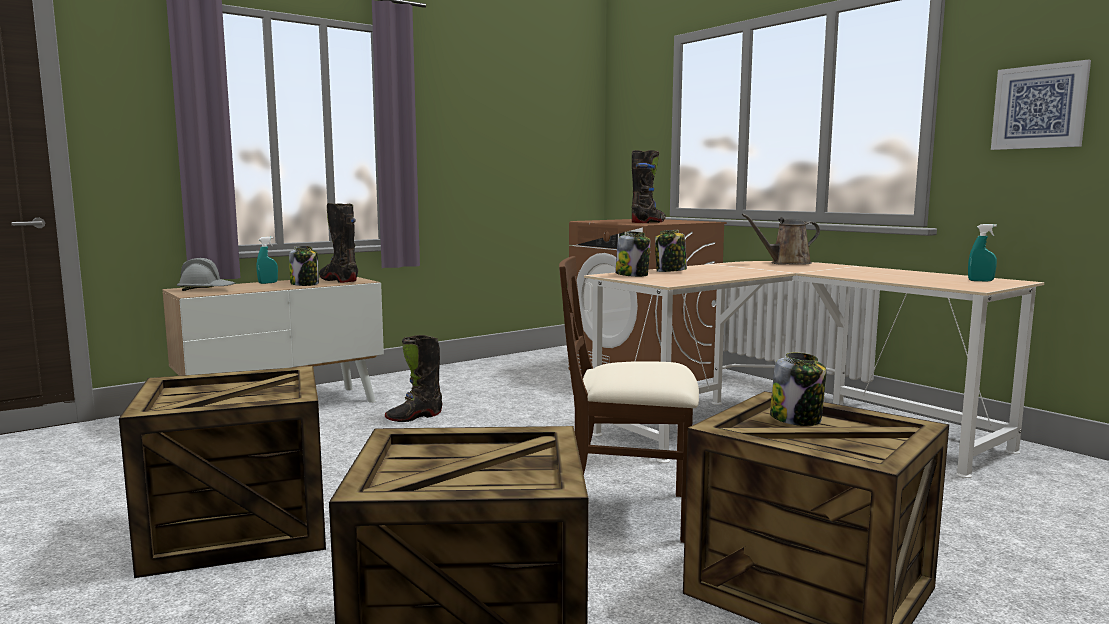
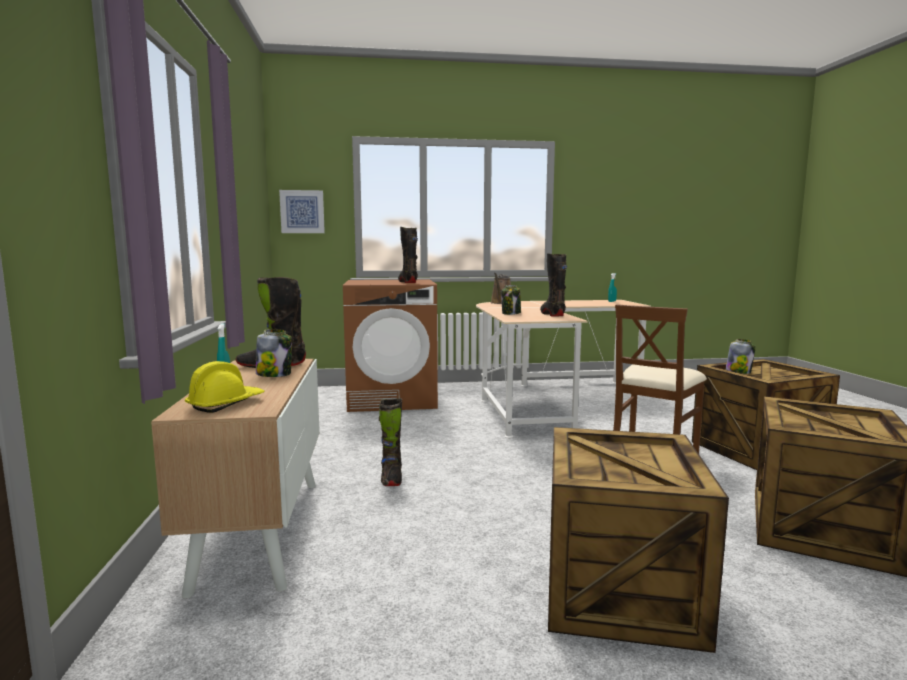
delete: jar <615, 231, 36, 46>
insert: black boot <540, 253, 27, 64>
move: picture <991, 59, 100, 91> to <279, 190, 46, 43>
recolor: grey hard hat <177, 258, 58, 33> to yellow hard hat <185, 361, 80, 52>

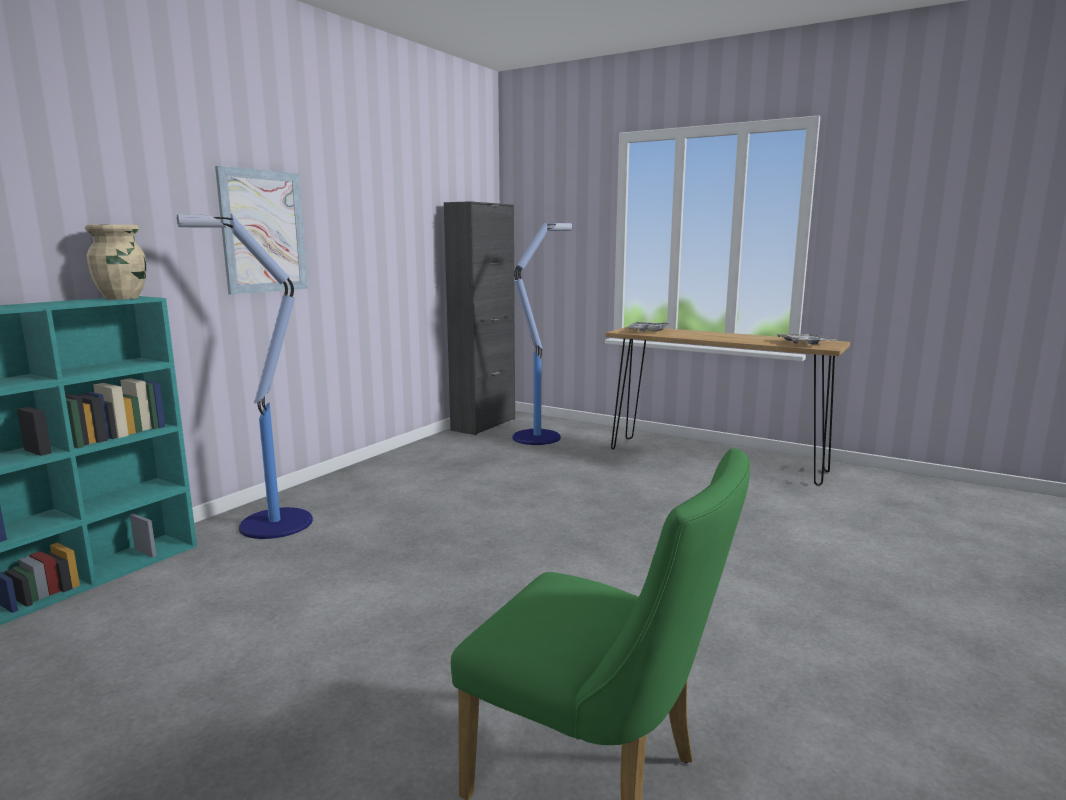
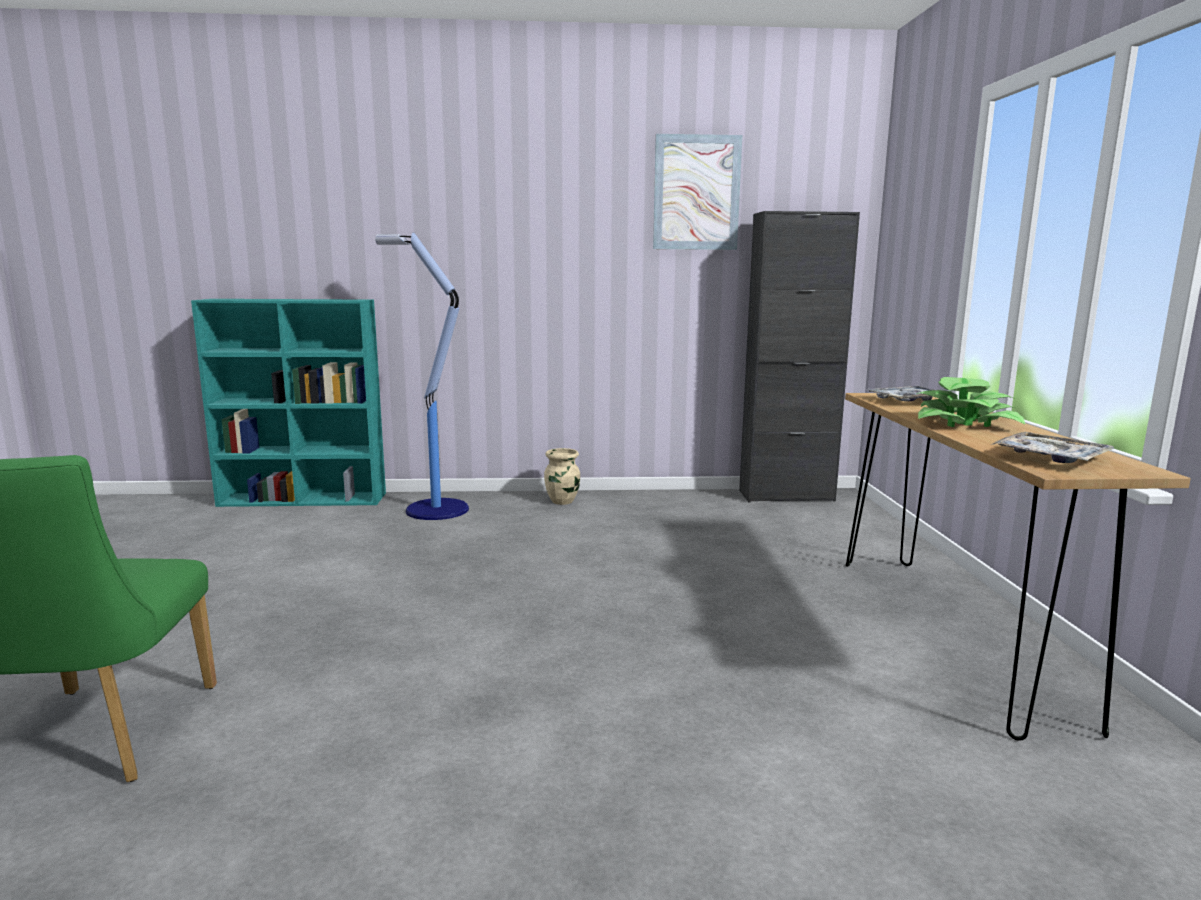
delete: floor lamp <512, 222, 60, 223>
insert: potted plant <916, 377, 109, 50>
move: beige vase <85, 224, 61, 76> to <544, 448, 36, 57>; picture <215, 166, 93, 129> to <653, 134, 89, 116>

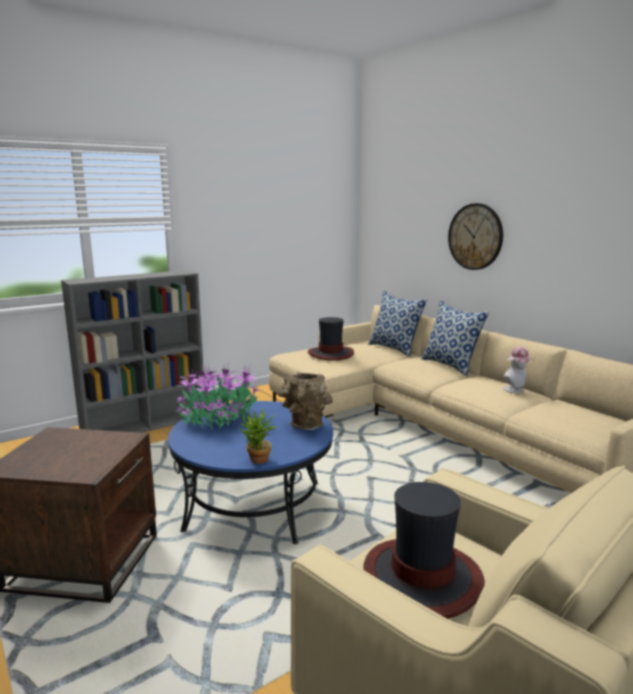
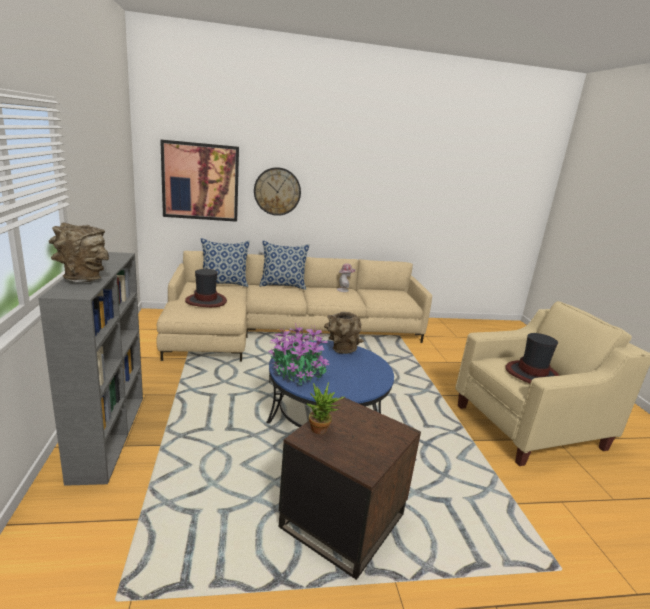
insert: brown vase <49, 222, 60, 60>; picture <160, 140, 79, 82>
move: potted plant <240, 409, 37, 55> to <307, 382, 37, 52>

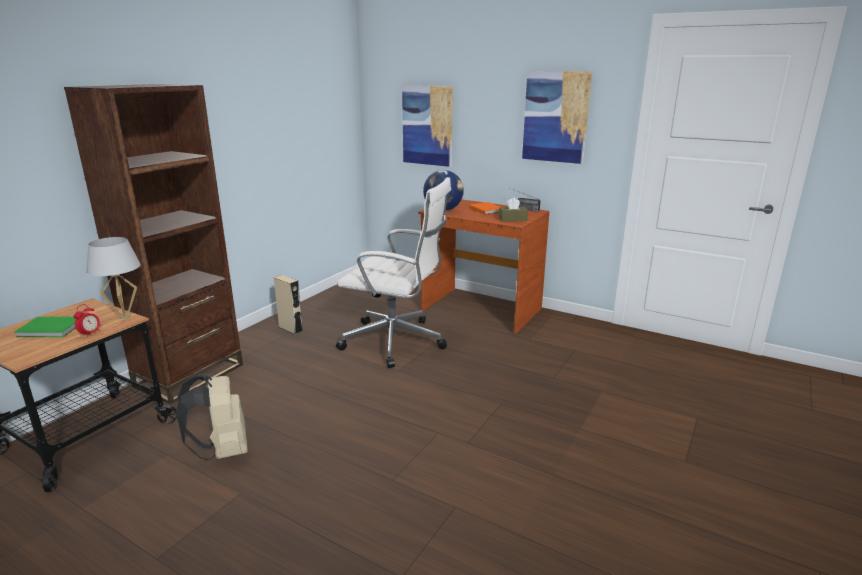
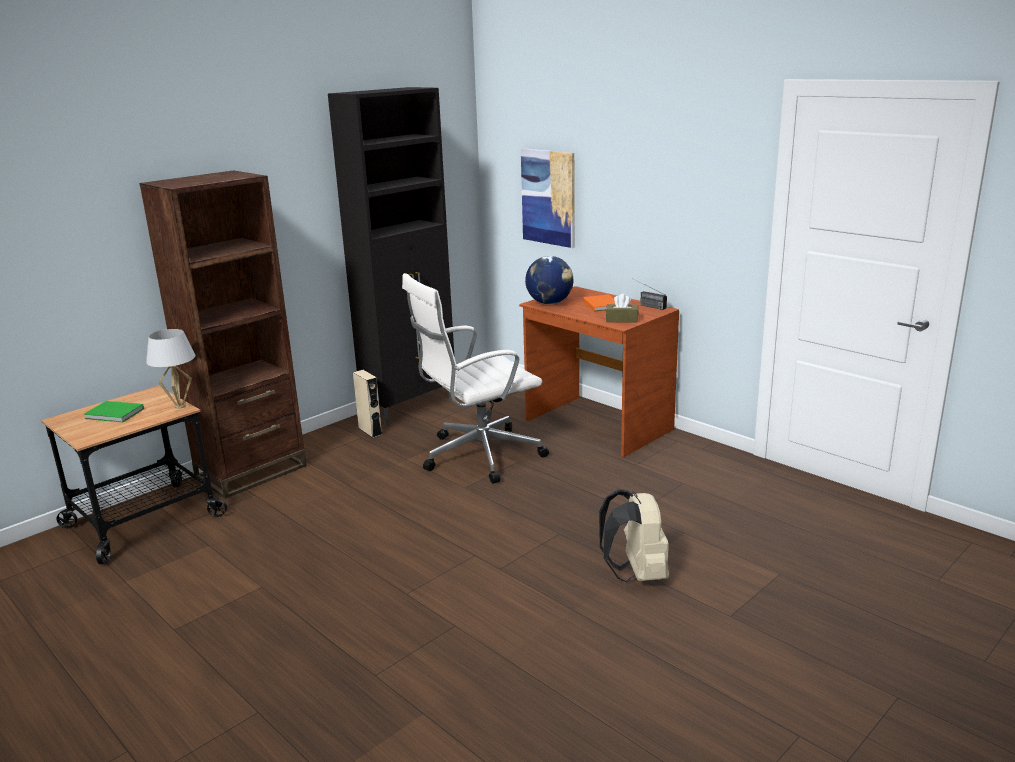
delete: alarm clock <73, 304, 28, 34>; picture <522, 71, 70, 93>
insert: black cabinet <328, 87, 126, 339>
move: beige backpack <176, 375, 72, 86> to <599, 489, 70, 93>
rotate: white office chair <336, 177, 115, 191> = <402, 273, 147, 211> 120 degrees clockwise

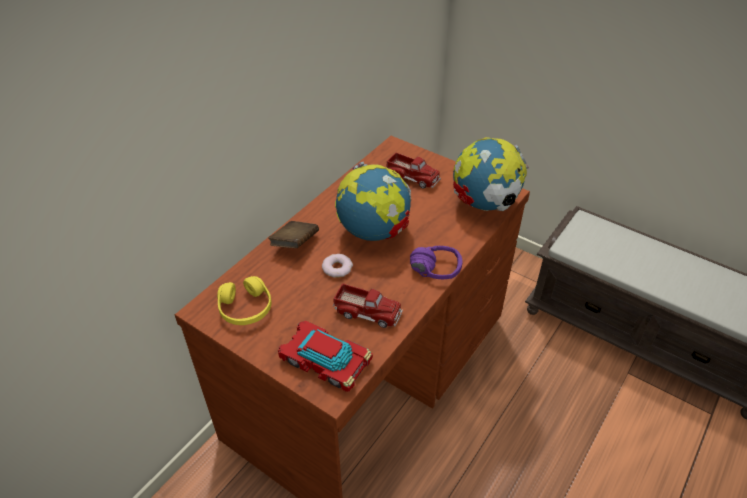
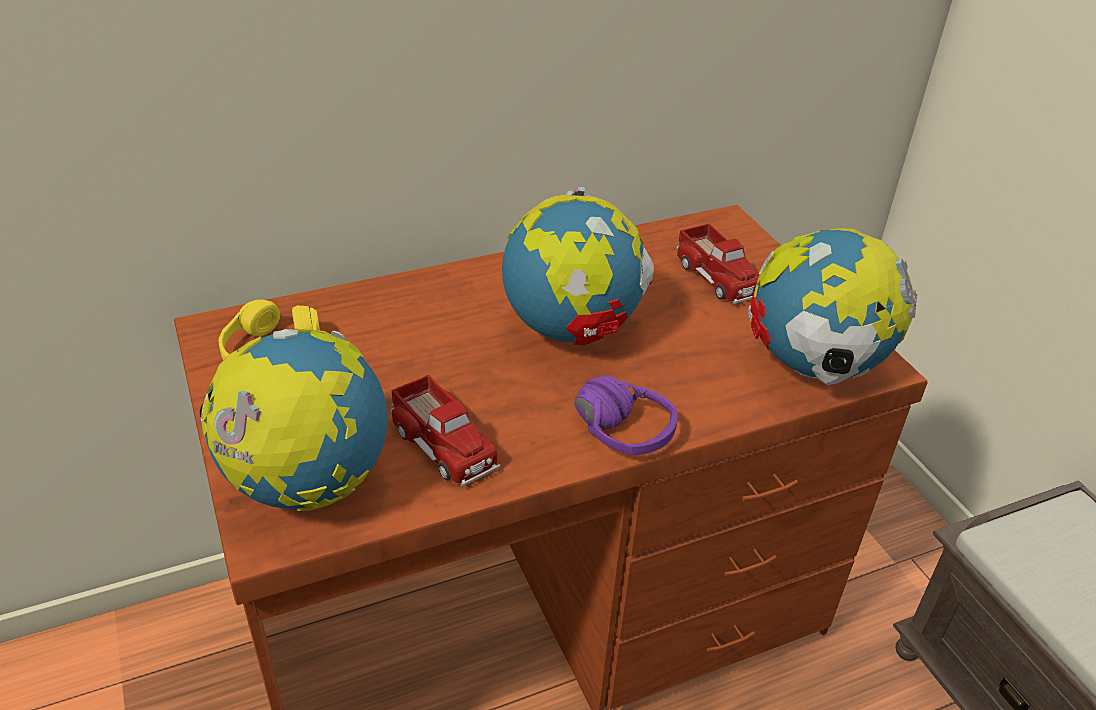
delete: brown book <269, 221, 50, 27>; donut <322, 254, 31, 24>
replace: toy car <278, 321, 95, 71> to globe <200, 329, 187, 182>

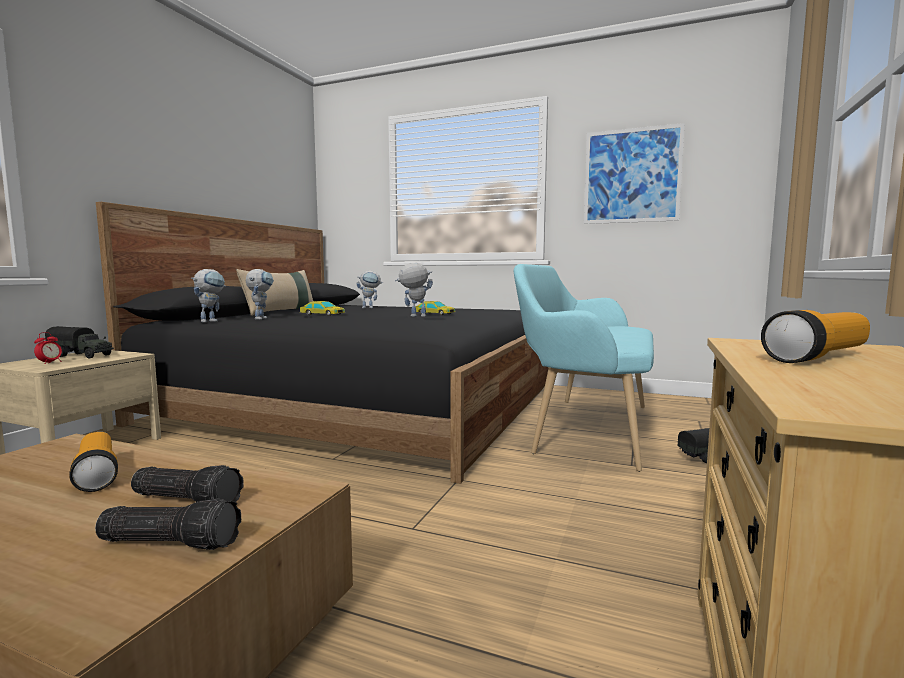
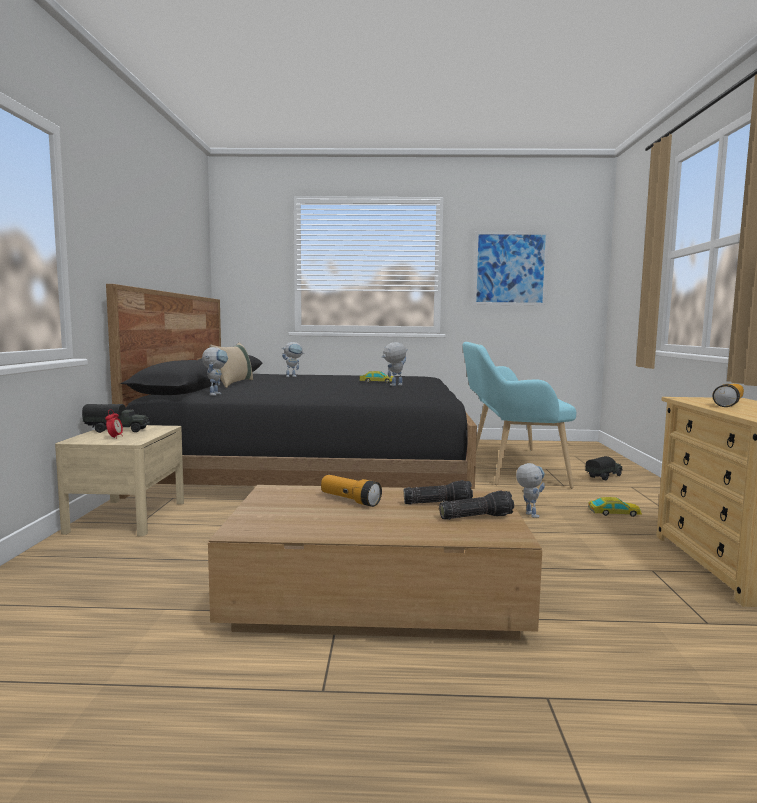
move: toy robot <246, 269, 28, 51> to <516, 463, 29, 55>; toy car <300, 301, 45, 15> to <588, 497, 54, 20>

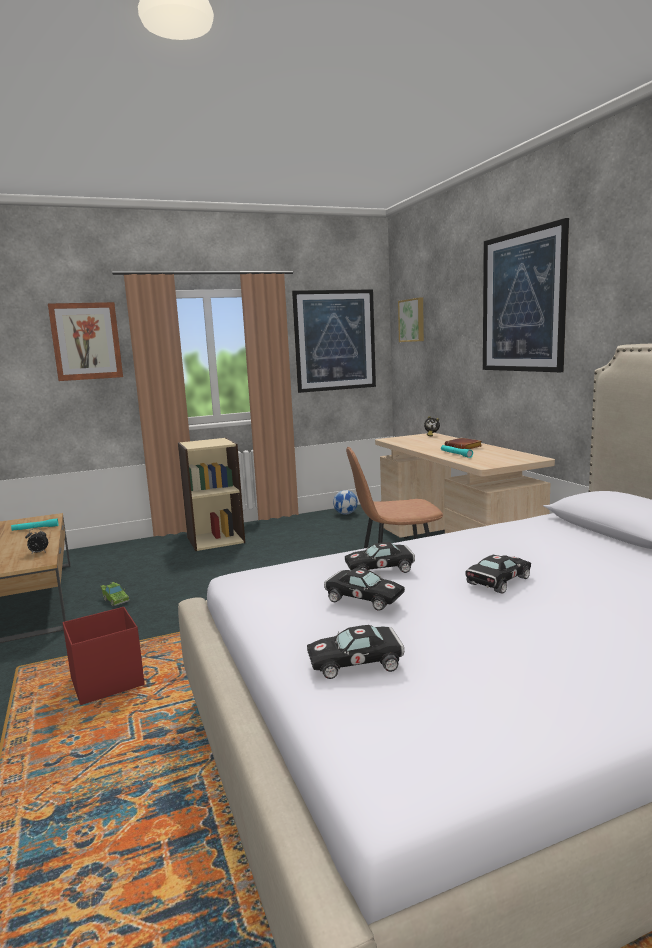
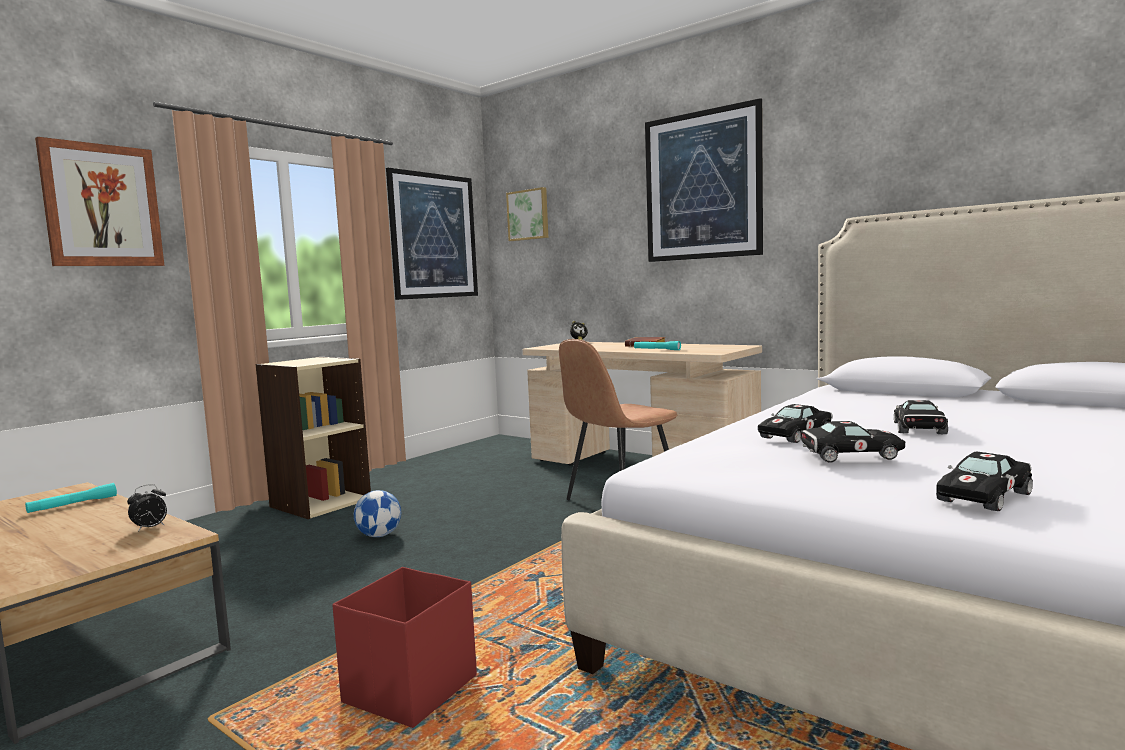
delete: green toy car <100, 582, 29, 24>
move: football <333, 490, 25, 25> to <354, 490, 47, 47>

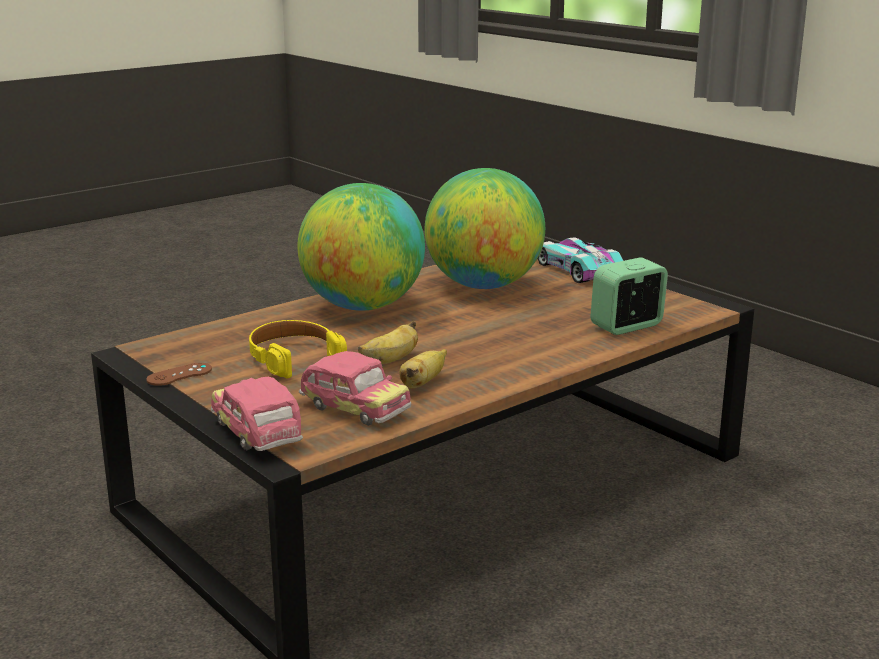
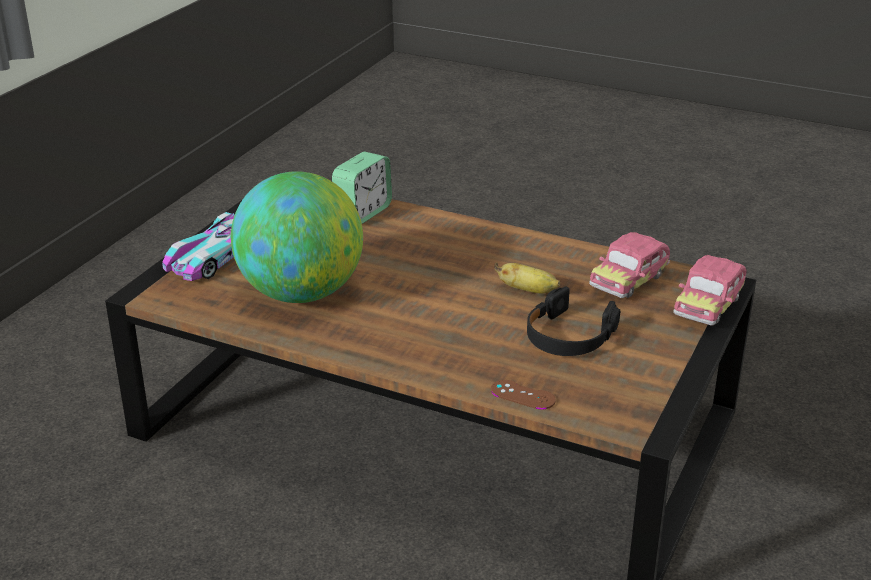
delete: globe <297, 183, 128, 128>; banana <399, 349, 48, 40>
move: brown game controller <146, 363, 66, 23> to <491, 380, 65, 30>
recolor: yellow headphones <249, 320, 98, 59> to black headphones <527, 287, 93, 69>
rotate: toy car <299, 351, 112, 75> = <589, 232, 81, 66> 150 degrees counterclockwise; alarm clock <590, 257, 78, 78> = <332, 152, 60, 72> 90 degrees counterclockwise

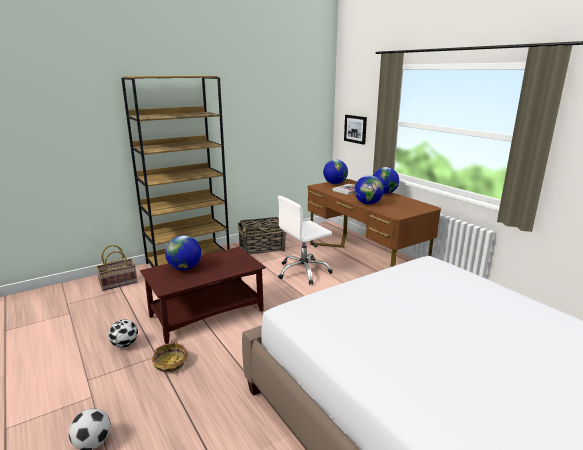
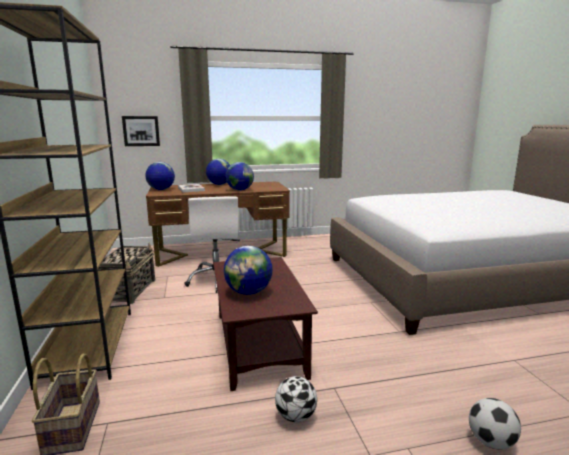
delete: basket <152, 342, 36, 32>

